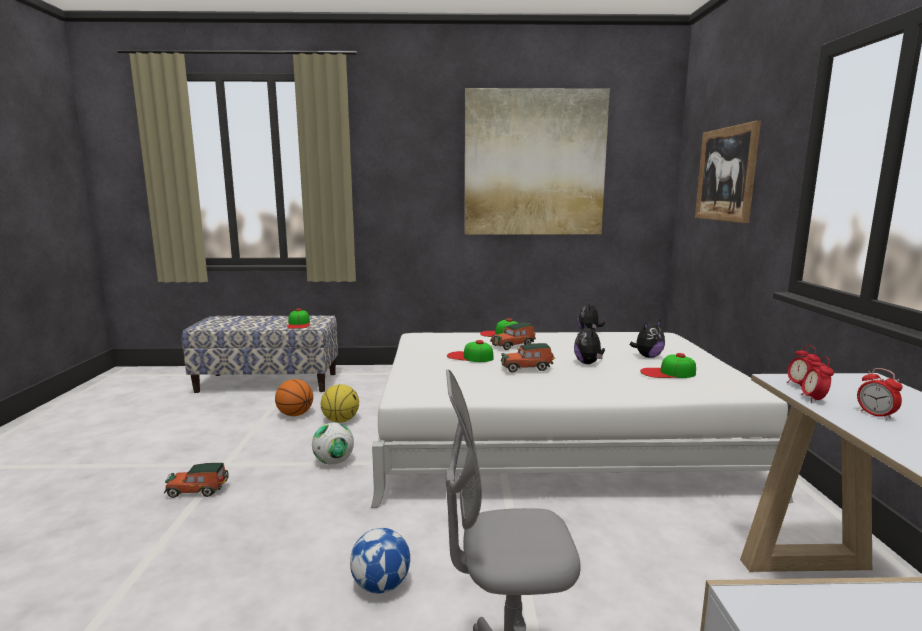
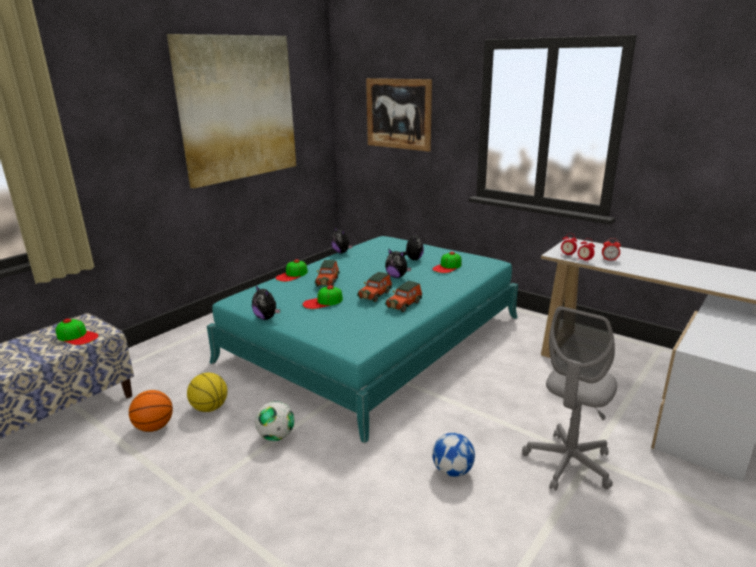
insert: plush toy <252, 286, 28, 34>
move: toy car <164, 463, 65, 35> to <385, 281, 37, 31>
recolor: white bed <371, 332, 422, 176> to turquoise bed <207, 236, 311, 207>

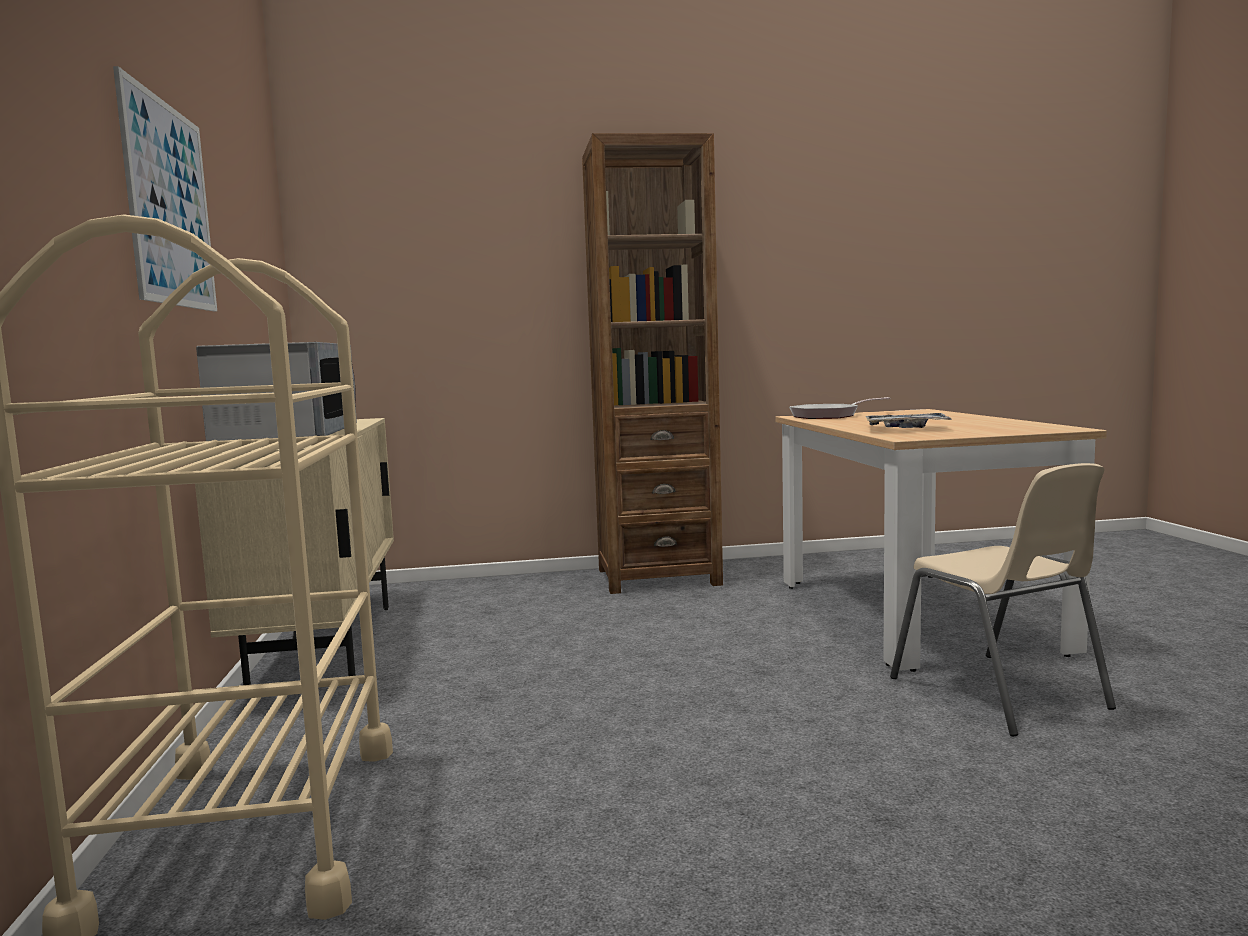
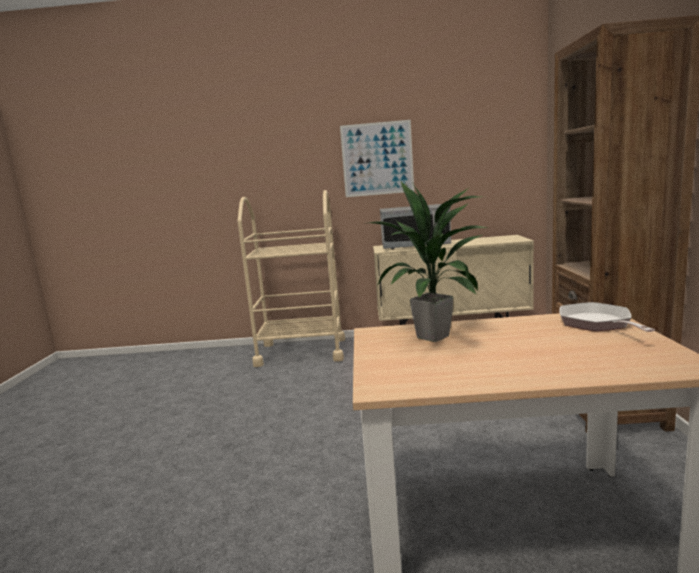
delete: beige chair <890, 463, 226, 273>
replace: tray <866, 413, 86, 15> to potted plant <369, 182, 119, 160>

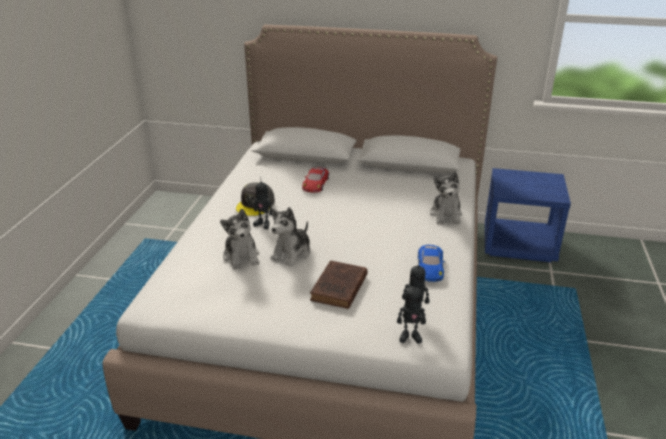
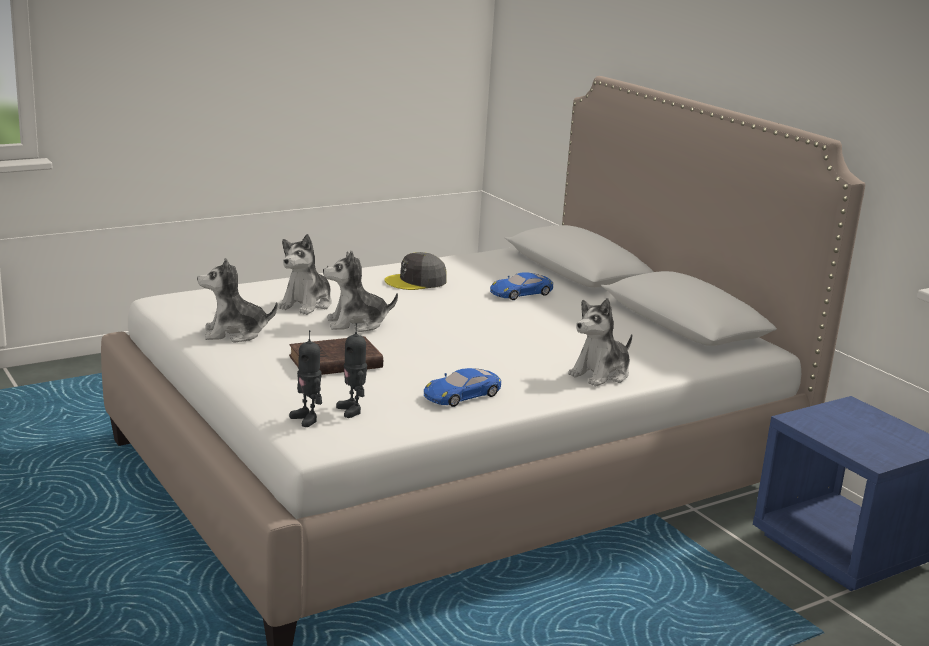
delete: toy robot <253, 181, 19, 48>
insert: plush toy <197, 258, 81, 85>
recolor: red toy car <302, 167, 27, 26> to blue toy car <490, 273, 63, 27>

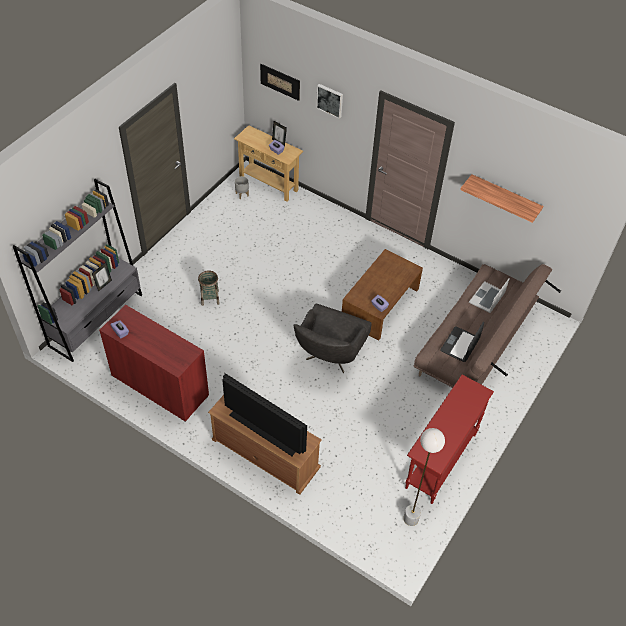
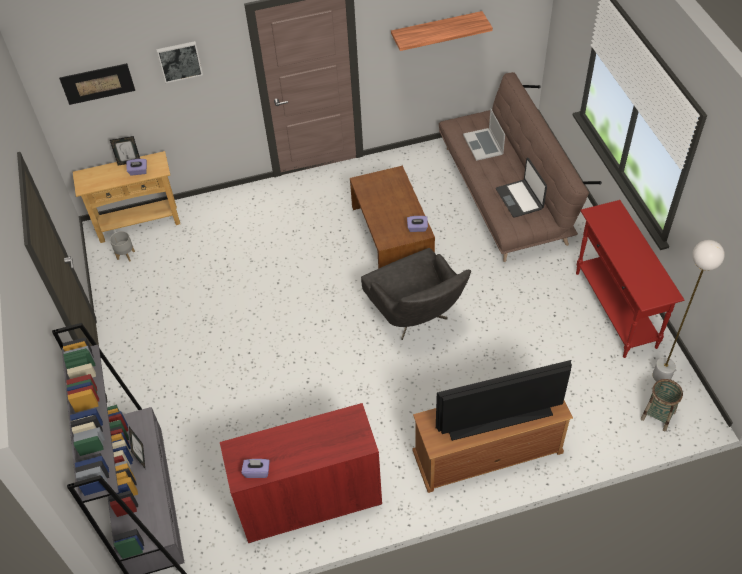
move: basket <198, 271, 22, 35> to <641, 379, 42, 52>

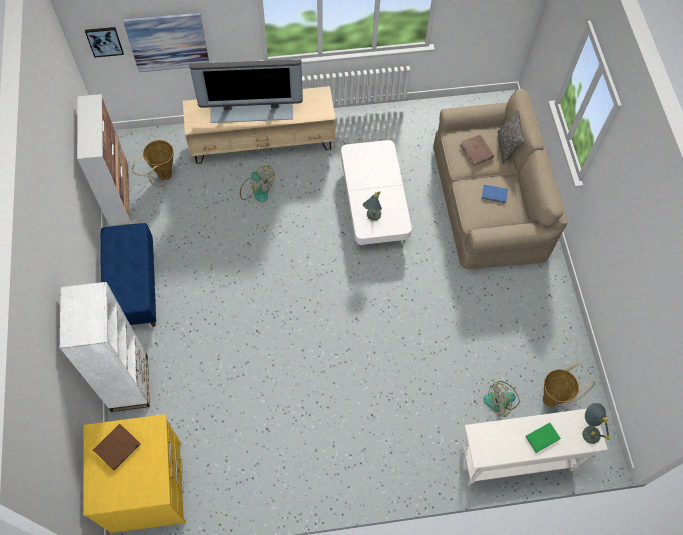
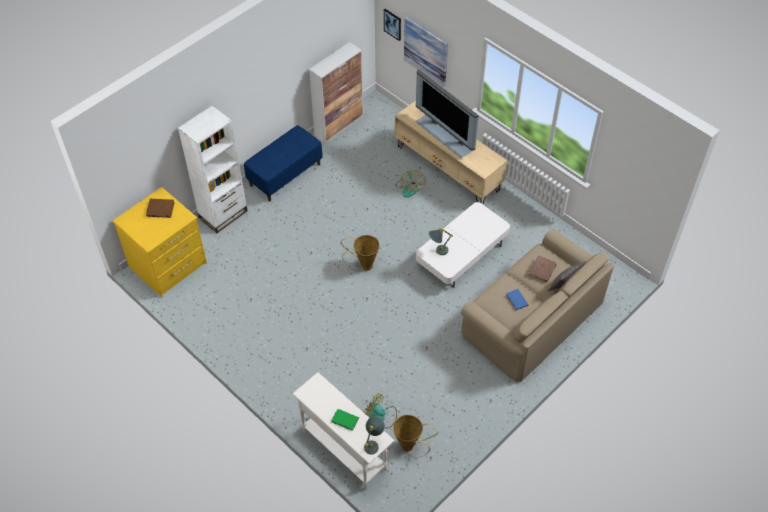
move: basket <132, 140, 42, 47> to <341, 235, 39, 37>

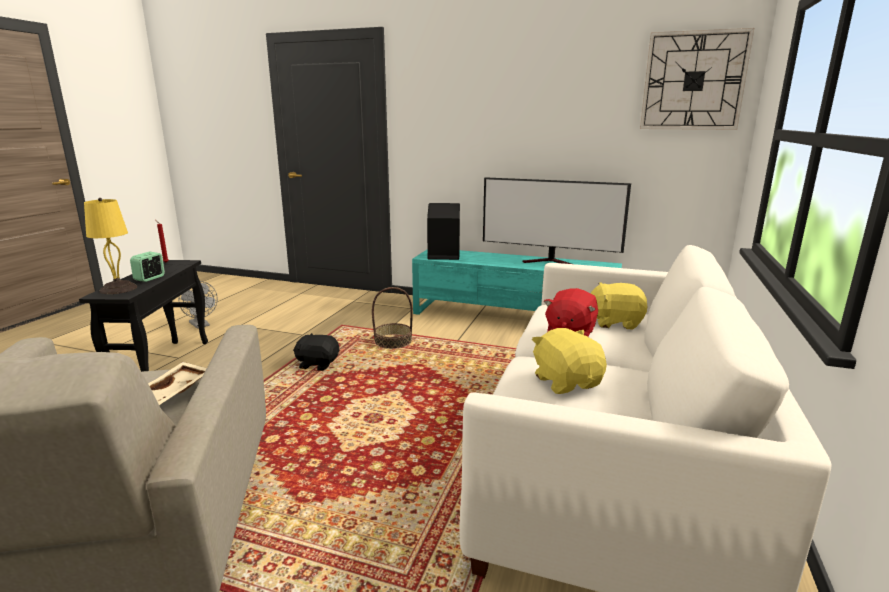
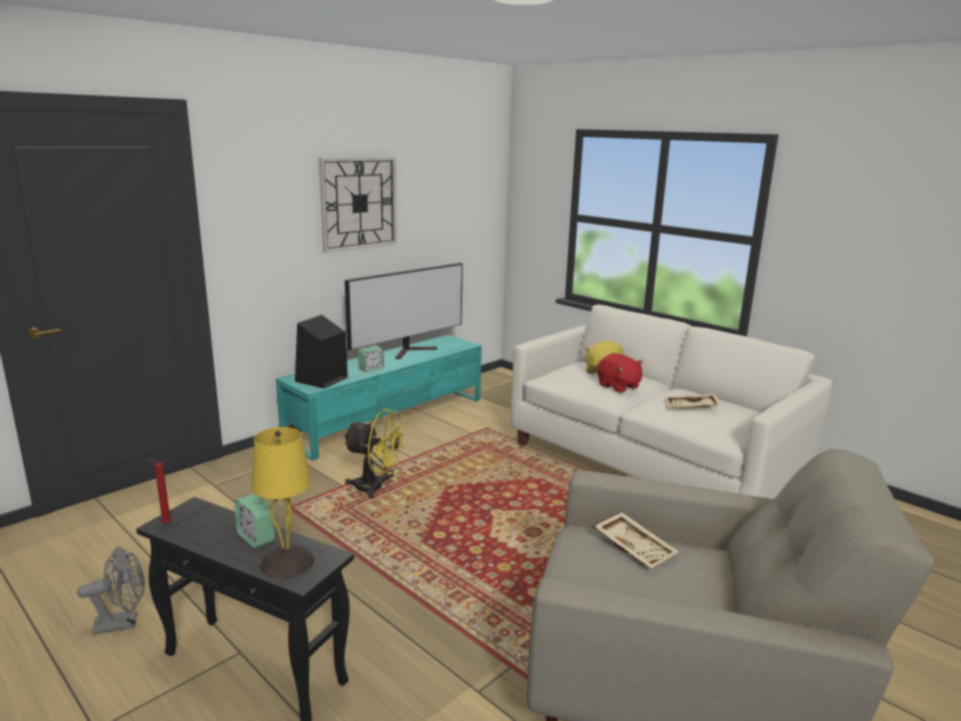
delete: black plush toy <293, 333, 46, 38>
insert: alarm clock <358, 346, 26, 26>
move: wall clock <640, 28, 114, 102> to <319, 157, 78, 96>
replace: basket <372, 287, 41, 62> to yellow fan <343, 409, 63, 90>; yellow plush toy <532, 328, 75, 66> to beige tray <665, 394, 56, 14>

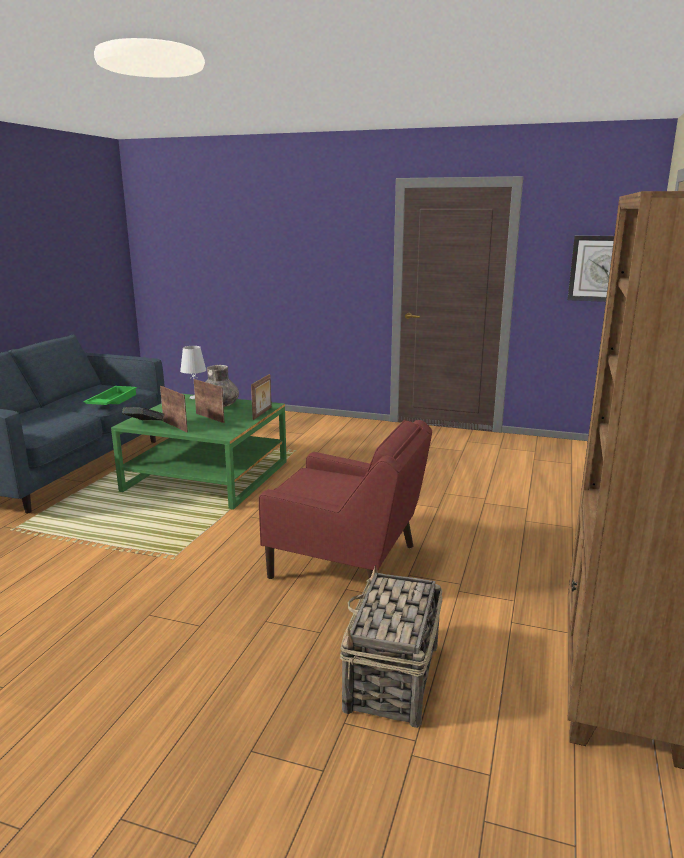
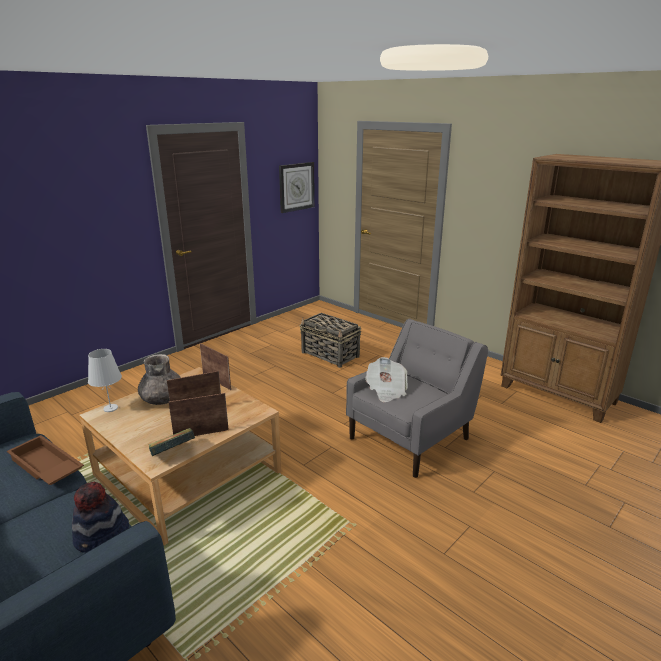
insert: hat <72, 482, 57, 71>; newspaper <365, 357, 43, 45>
move: basket <340, 565, 102, 163> to <299, 313, 62, 55>
recolor: green tray <83, 386, 54, 19> to brown tray <7, 435, 77, 50>; green coffee table <111, 394, 176, 116> to beige coffee table <79, 367, 203, 179>; red armchair <259, 420, 173, 159> to grey armchair <346, 319, 142, 159>

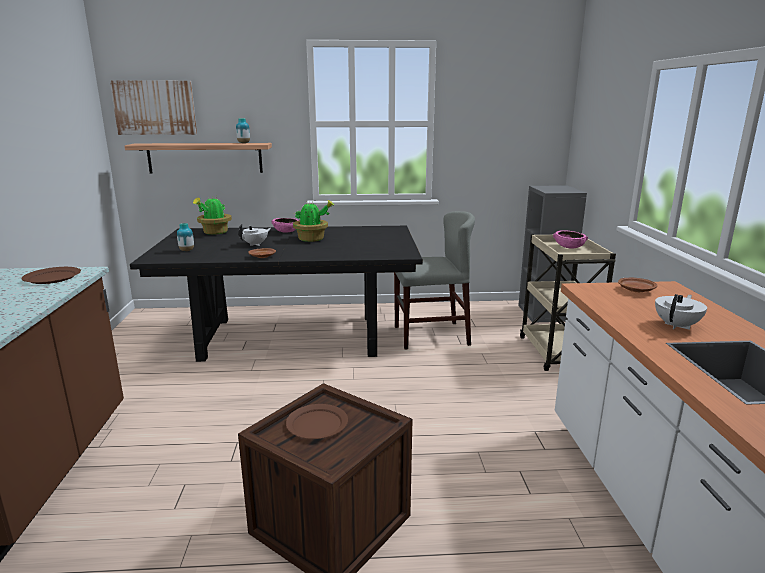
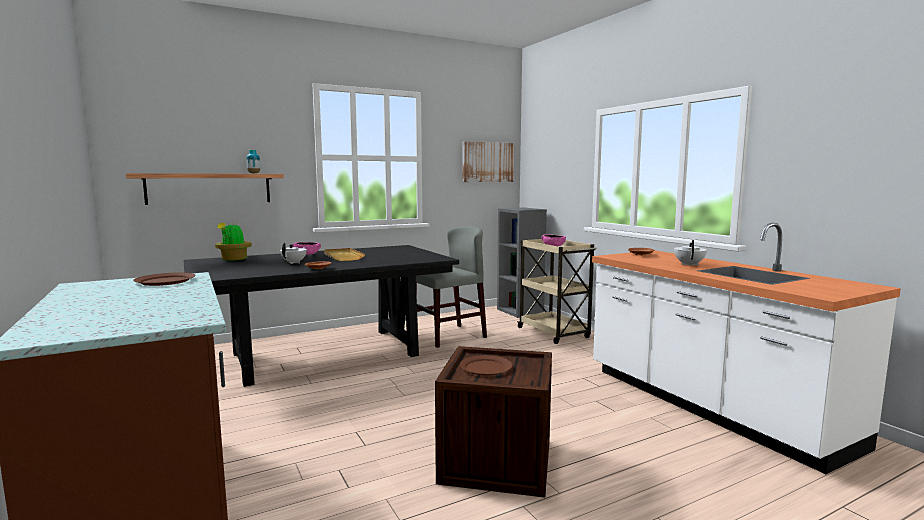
delete: vase <177, 223, 17, 28>
move: picture <110, 80, 87, 55> to <463, 141, 52, 41>
replace: potted plant <293, 200, 42, 42> to beige tray <324, 248, 41, 13>

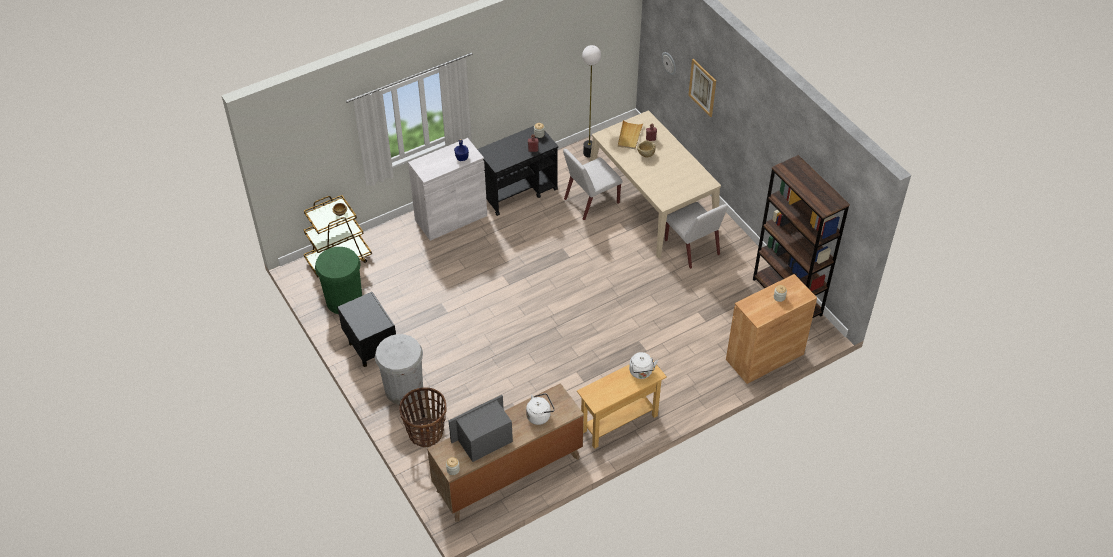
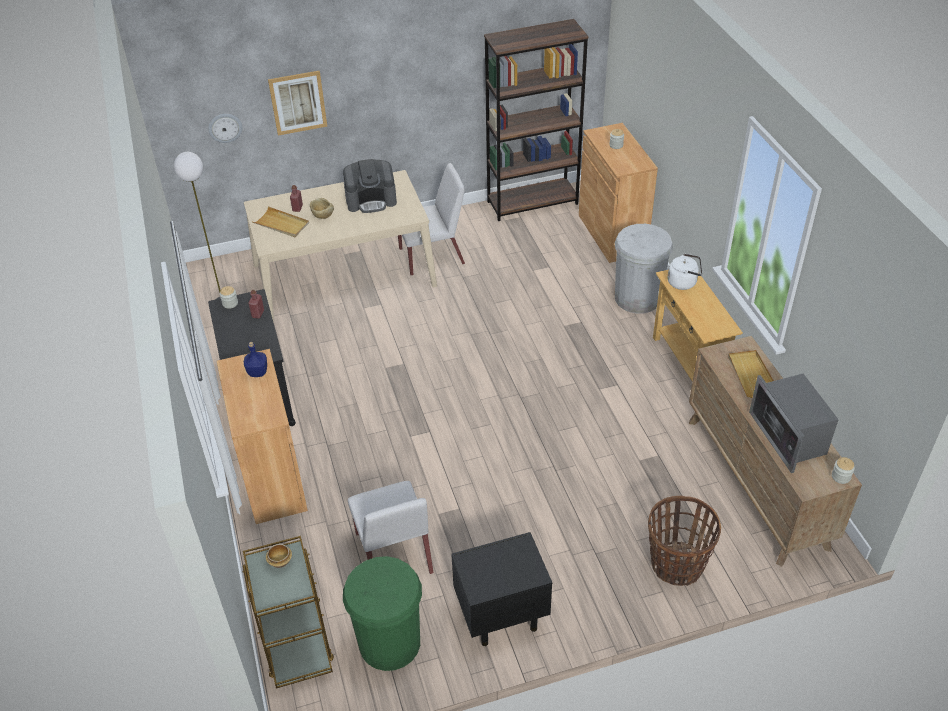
insert: coffee machine <343, 159, 54, 54>
move: white trash can <375, 334, 48, 71> to <614, 224, 59, 90>; white chair <563, 149, 59, 71> to <348, 481, 86, 93>
replace: white kettle <526, 393, 29, 32> to beige tray <728, 350, 46, 48>
recolor: white cabinet <408, 138, 79, 103> to brown cabinet <217, 349, 91, 175>

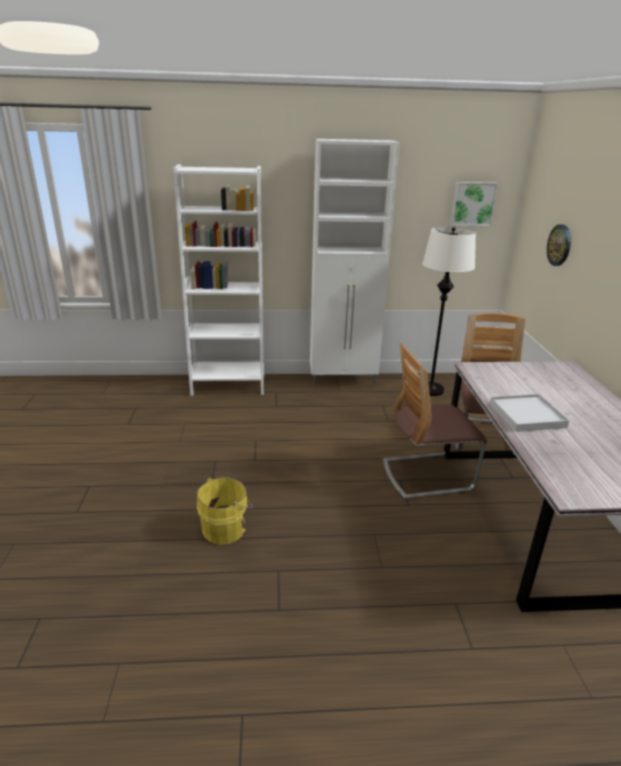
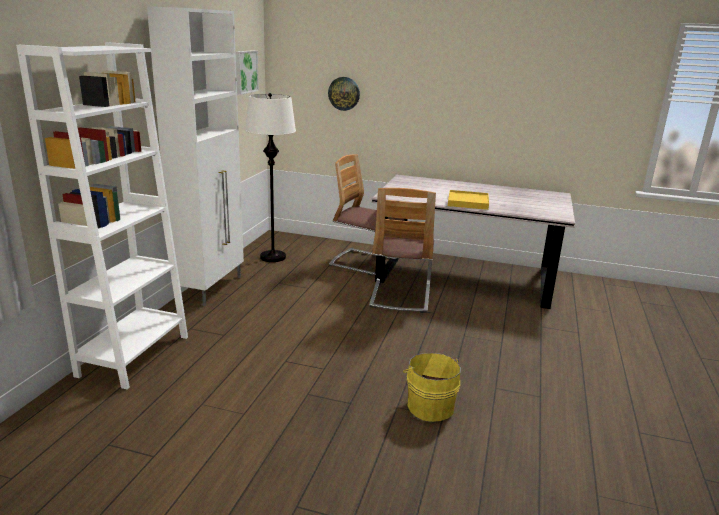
recolor: white tray <490, 394, 80, 38> to yellow tray <448, 190, 41, 20>

